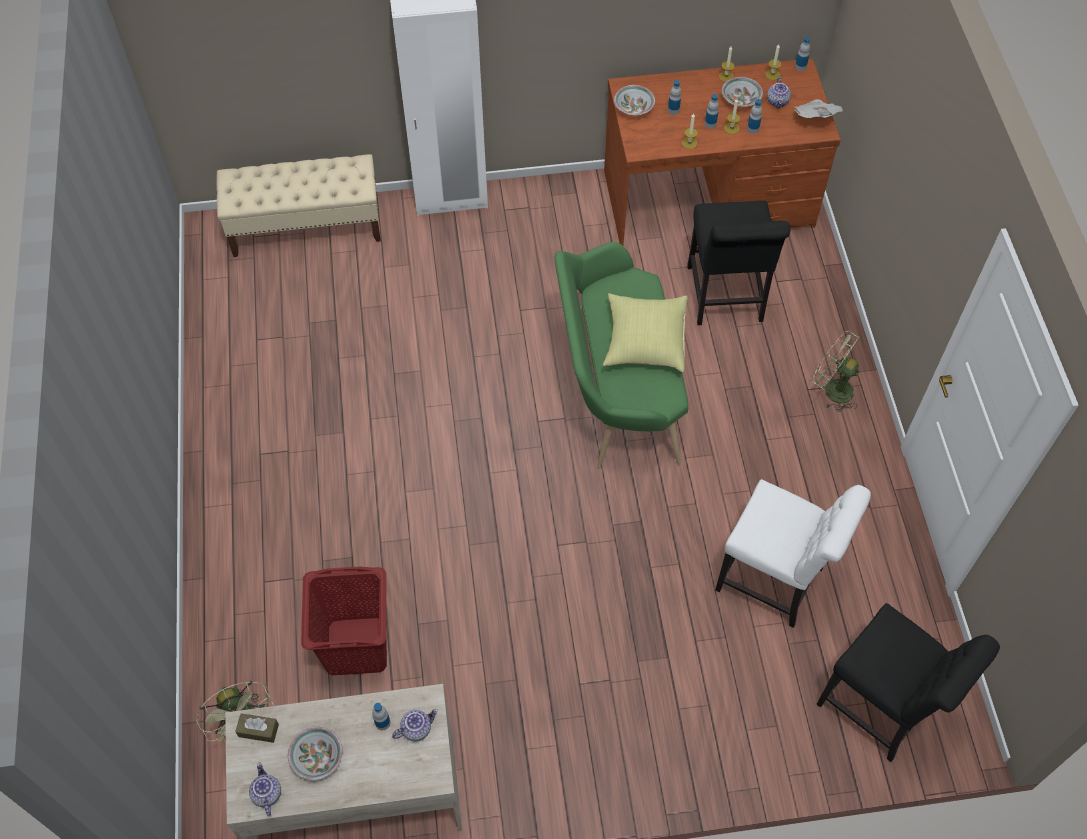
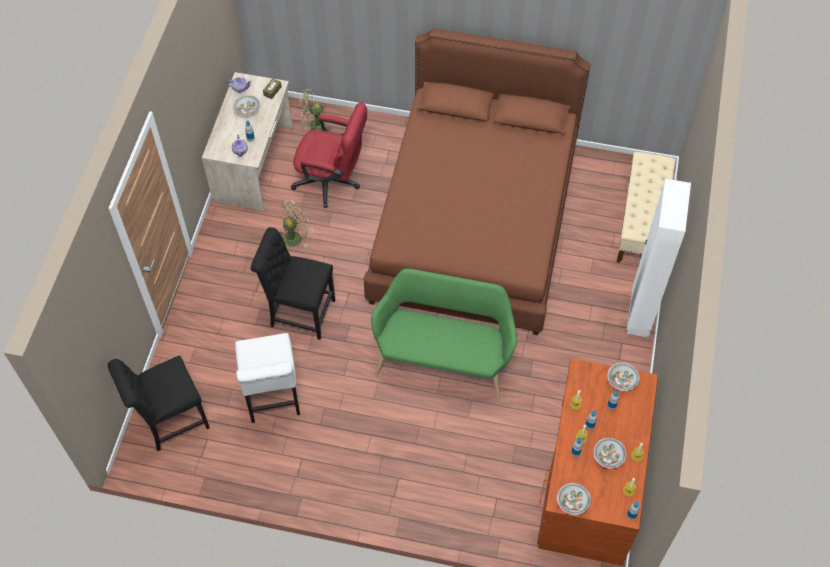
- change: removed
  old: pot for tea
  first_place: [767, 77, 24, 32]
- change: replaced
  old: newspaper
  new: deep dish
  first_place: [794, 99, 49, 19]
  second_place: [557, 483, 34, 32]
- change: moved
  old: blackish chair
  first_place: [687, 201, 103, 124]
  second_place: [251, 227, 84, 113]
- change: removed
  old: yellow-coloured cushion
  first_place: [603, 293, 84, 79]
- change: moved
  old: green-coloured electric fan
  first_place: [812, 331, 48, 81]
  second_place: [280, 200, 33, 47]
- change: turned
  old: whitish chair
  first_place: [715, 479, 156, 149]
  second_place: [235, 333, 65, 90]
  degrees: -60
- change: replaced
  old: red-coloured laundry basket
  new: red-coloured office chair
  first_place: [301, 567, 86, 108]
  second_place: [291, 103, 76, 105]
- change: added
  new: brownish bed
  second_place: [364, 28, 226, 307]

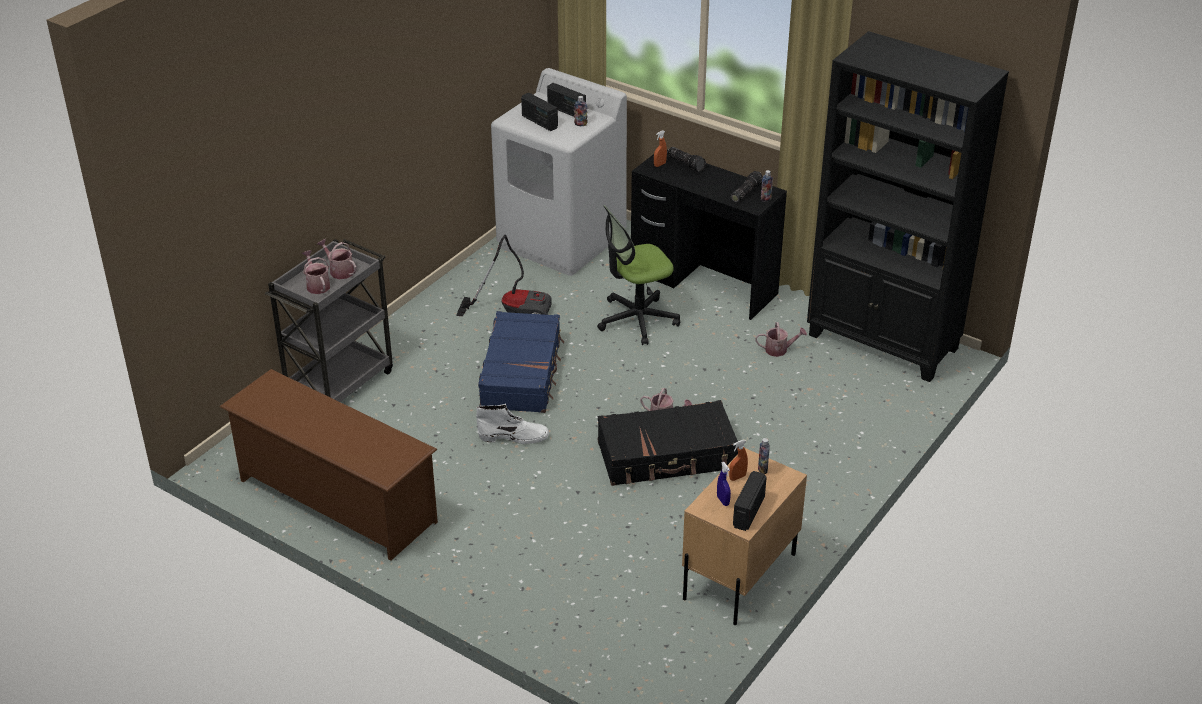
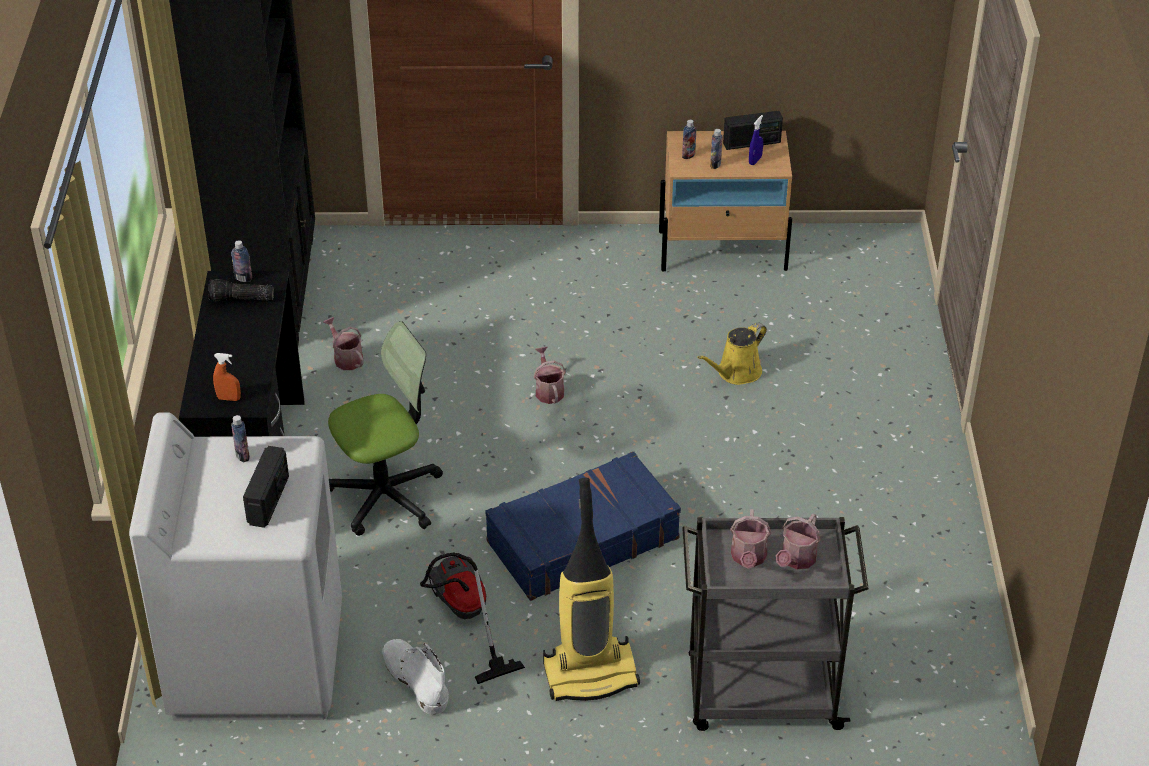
- change: removed
  old: radio set
  first_place: [547, 83, 39, 34]
- change: removed
  old: flashlight
  first_place: [668, 147, 38, 24]
- change: turned
  old: office chair
  first_place: [597, 205, 83, 140]
  second_place: [328, 321, 115, 215]
  degrees: -60
- change: removed
  old: brownish shoe stand
  first_place: [220, 369, 218, 192]
- change: removed
  old: blackish travel case
  first_place: [598, 400, 141, 86]
- change: moved
  old: whitish high-top boot
  first_place: [476, 404, 73, 40]
  second_place: [382, 639, 67, 76]
- change: replaced
  old: orange hand sprayer
  new: beverage bottle
  first_place: [729, 440, 19, 41]
  second_place: [710, 129, 13, 40]
- change: added
  new: yellow-coloured sprinkling can
  second_place: [697, 323, 70, 62]
- change: added
  new: vacuum
  second_place: [543, 478, 97, 223]

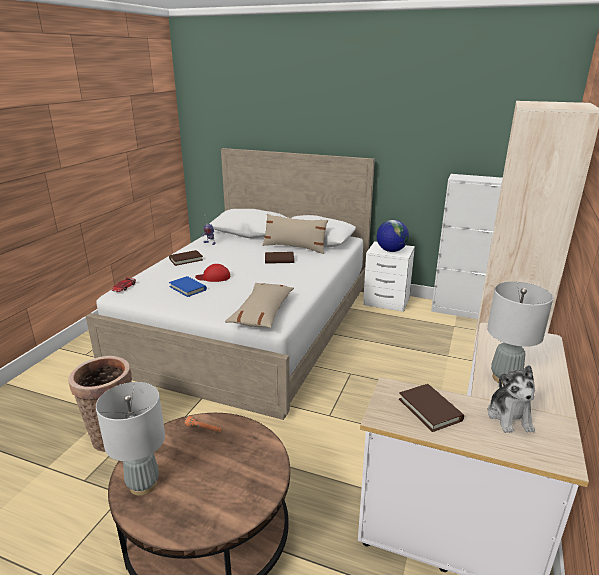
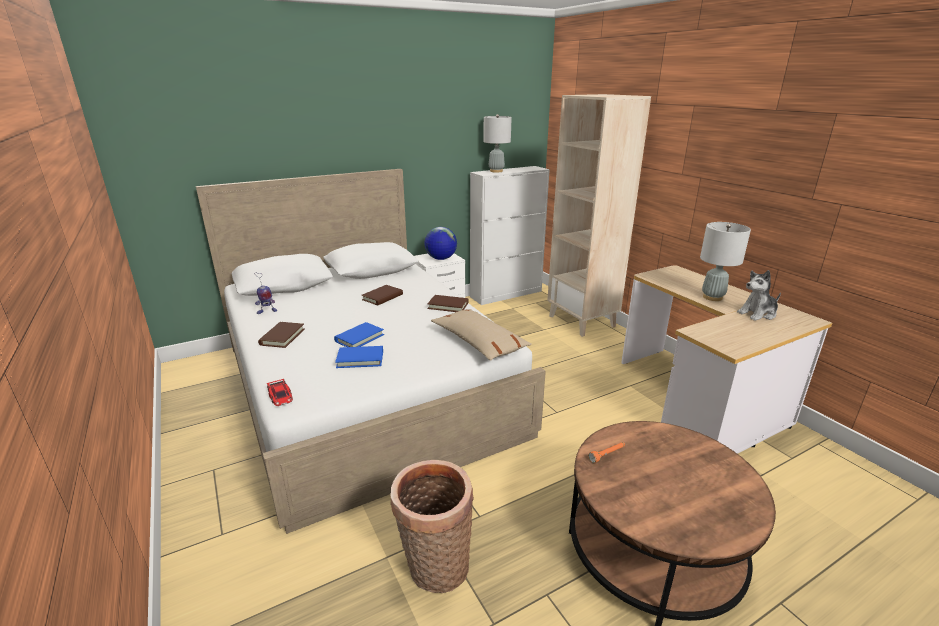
- change: removed
  old: sand-coloured cushion
  first_place: [262, 213, 66, 41]
- change: replaced
  old: red-coloured baseball cap
  new: blue volume
  first_place: [195, 264, 35, 18]
  second_place: [334, 322, 50, 25]
- change: turned
  old: plush toy
  first_place: [488, 365, 47, 68]
  second_place: [737, 270, 44, 51]
  degrees: 120
- change: moved
  old: grey table lamp
  first_place: [96, 382, 69, 114]
  second_place: [483, 114, 29, 59]
- change: moved
  old: brownish volume
  first_place: [399, 384, 65, 48]
  second_place: [428, 295, 40, 17]

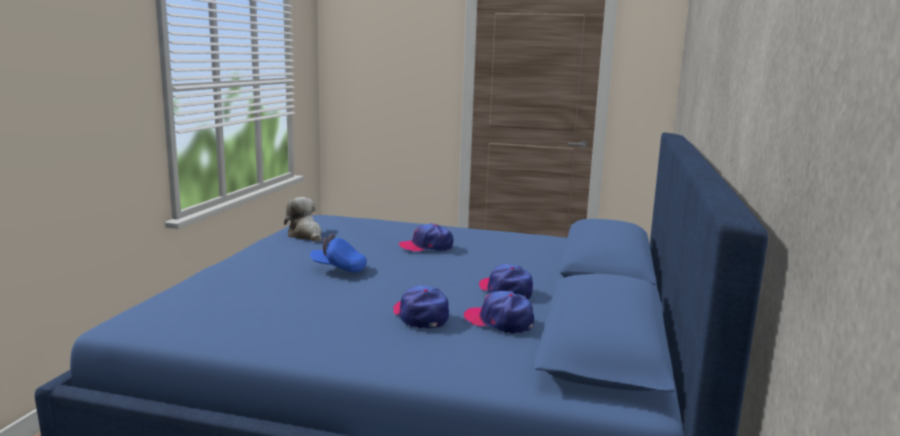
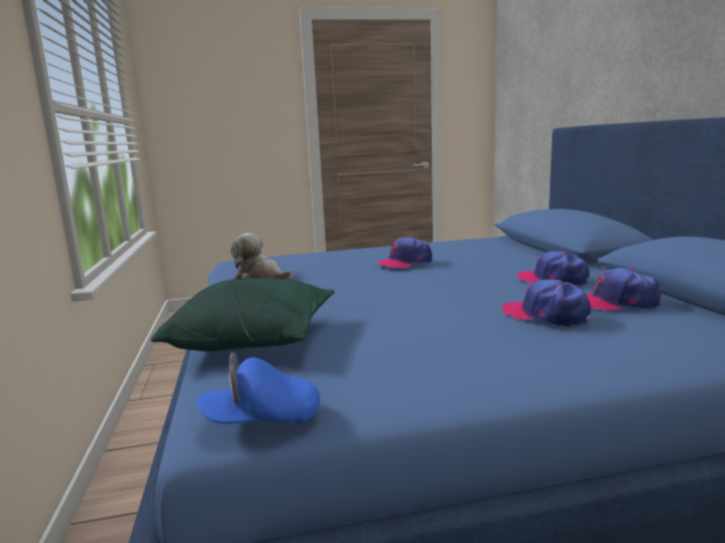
- change: moved
  old: blue baseball cap
  first_place: [310, 234, 57, 39]
  second_place: [196, 352, 124, 72]
- change: added
  new: green-coloured cushion
  second_place: [151, 278, 184, 73]

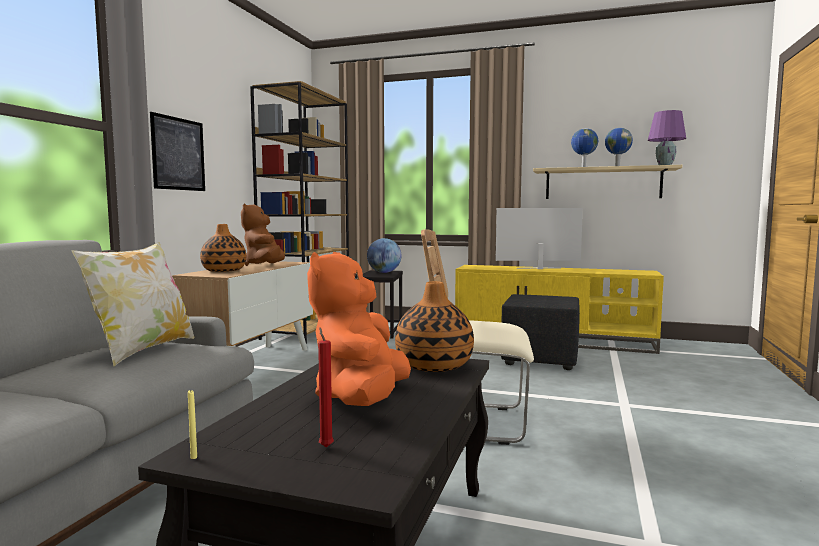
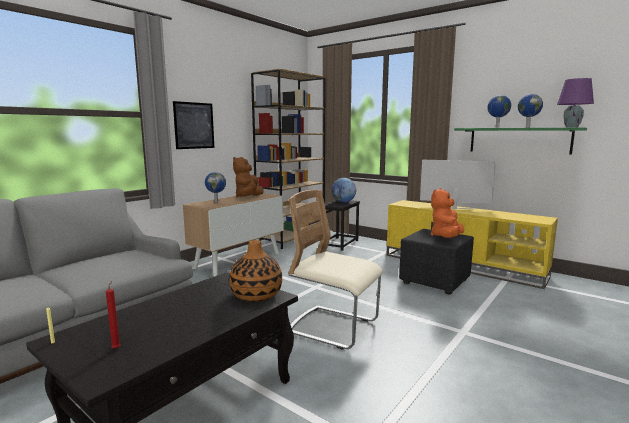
- change: recoloured
  old: sand-coloured wall shelf
  new: green-coloured wall shelf
  first_place: [533, 165, 149, 34]
  second_place: [454, 128, 133, 27]
- change: replaced
  old: vase
  new: desk globe
  first_place: [200, 224, 46, 48]
  second_place: [205, 172, 21, 31]
- change: removed
  old: cushion
  first_place: [71, 242, 123, 124]
- change: moved
  old: orange plush toy
  first_place: [307, 252, 104, 154]
  second_place: [431, 188, 33, 50]

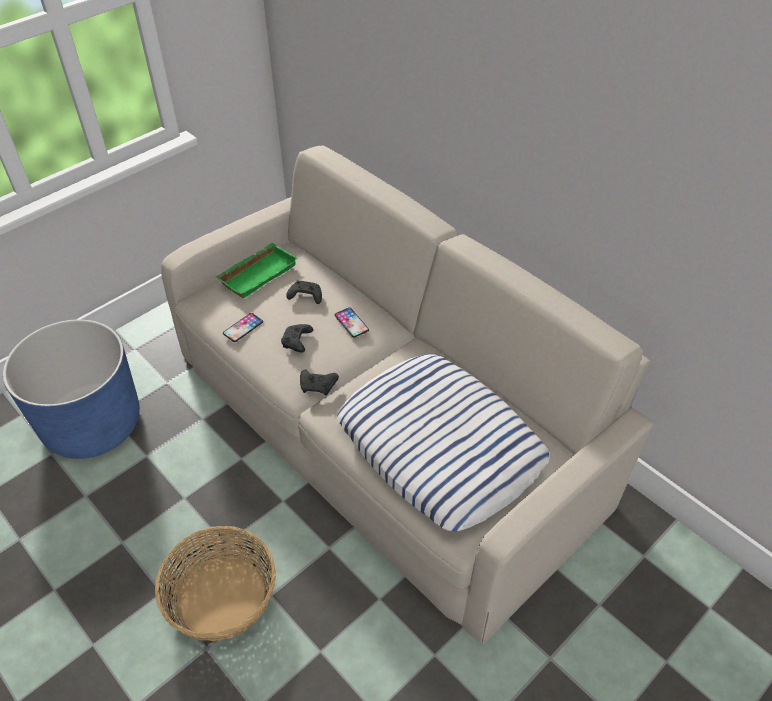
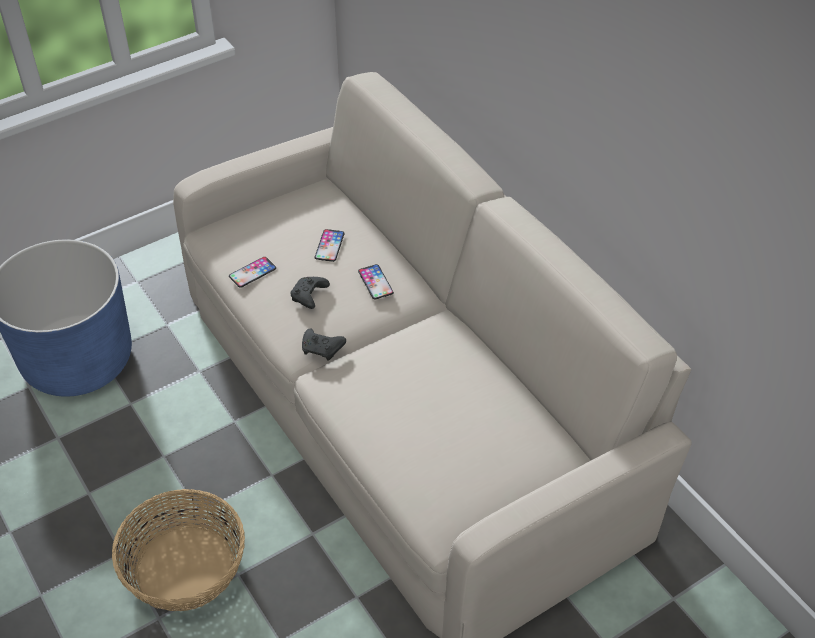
- change: removed
  old: green-coloured tray
  first_place: [216, 243, 82, 56]
- change: replaced
  old: blackish joypad
  new: handset
  first_place: [286, 280, 36, 24]
  second_place: [314, 229, 31, 33]
- change: removed
  old: cushion
  first_place: [337, 354, 212, 177]

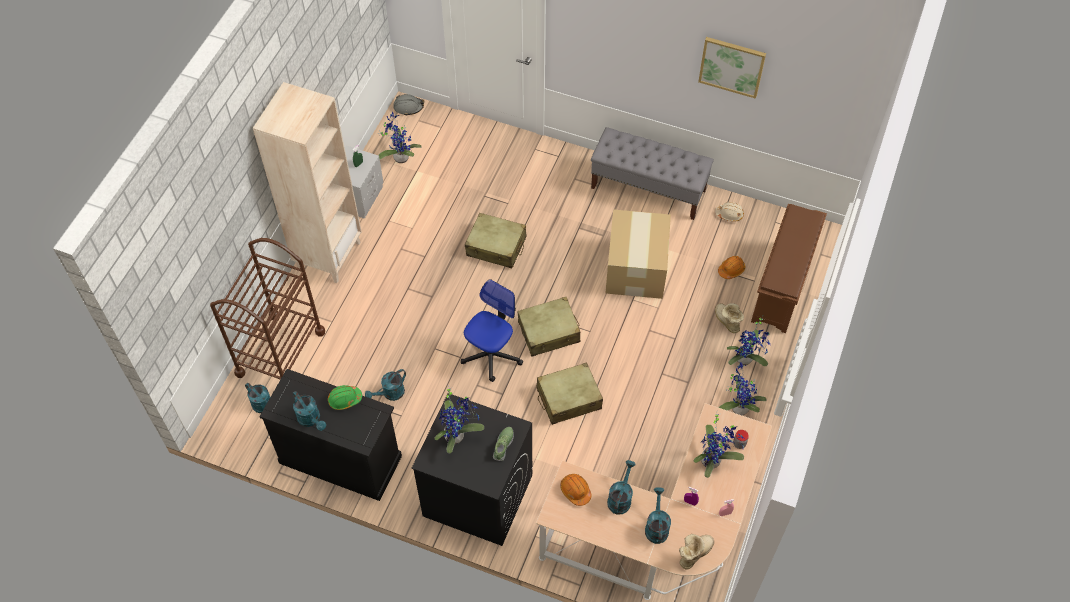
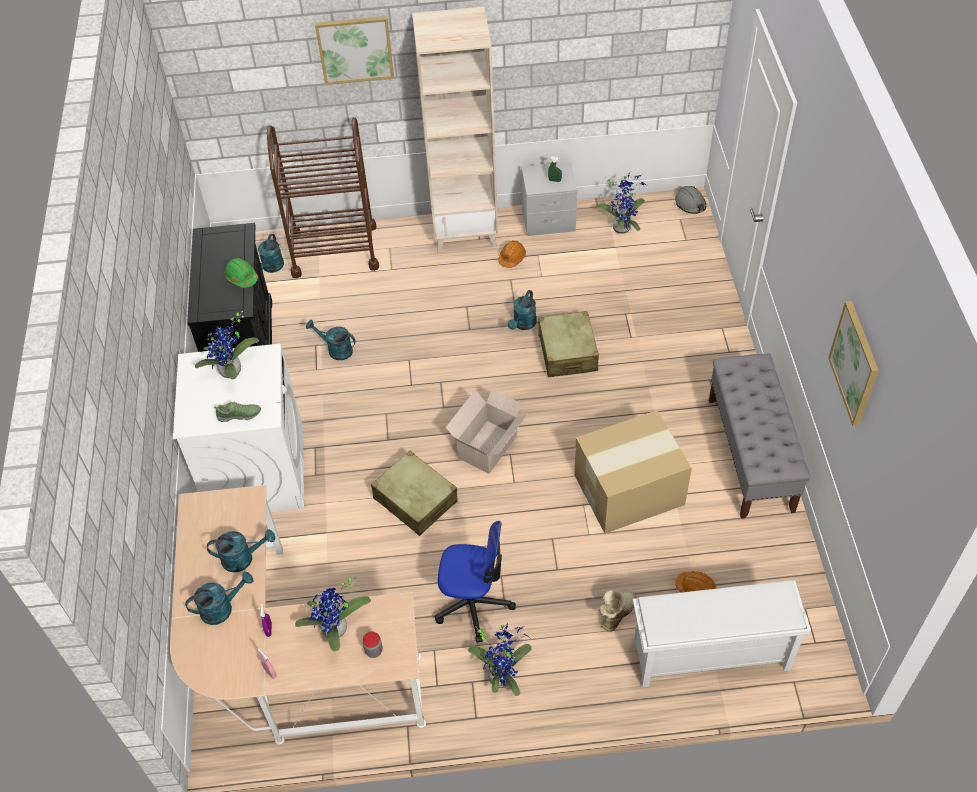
- change: removed
  old: sand-coloured hard hat
  first_place: [715, 202, 29, 20]
- change: recoloured
  old: brownish shoe stand
  new: whitish shoe stand
  first_place: [751, 204, 76, 129]
  second_place: [633, 580, 178, 108]
- change: moved
  old: office chair
  first_place: [461, 279, 62, 103]
  second_place: [435, 521, 81, 122]
- change: replaced
  old: sand-coloured travel case
  new: packing box
  first_place: [518, 297, 62, 59]
  second_place: [445, 389, 82, 85]
- change: removed
  old: potted plant
  first_place: [727, 316, 43, 50]
- change: moved
  old: turquoise-coloured sprinkling can
  first_place: [293, 391, 33, 40]
  second_place: [507, 290, 30, 40]
- change: recoloured
  old: blackish laundry appliance
  new: whitish laundry appliance
  first_place: [412, 393, 120, 153]
  second_place: [173, 344, 131, 168]
- change: moved
  old: orange hard hat
  first_place: [560, 474, 31, 32]
  second_place: [498, 240, 28, 28]
- change: removed
  old: high-top boot
  first_place: [679, 534, 35, 36]
- change: added
  new: wall art
  second_place: [315, 16, 79, 69]

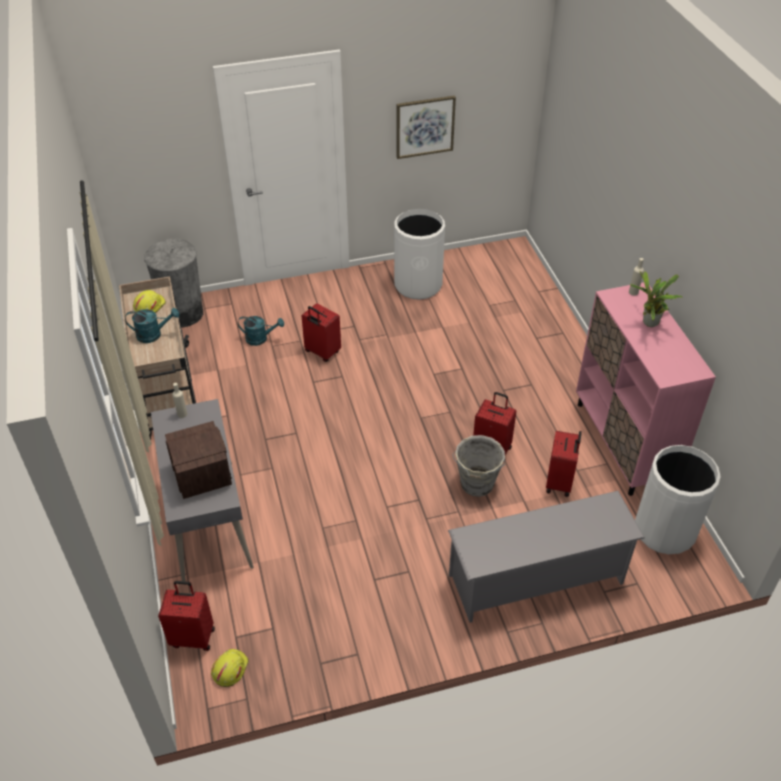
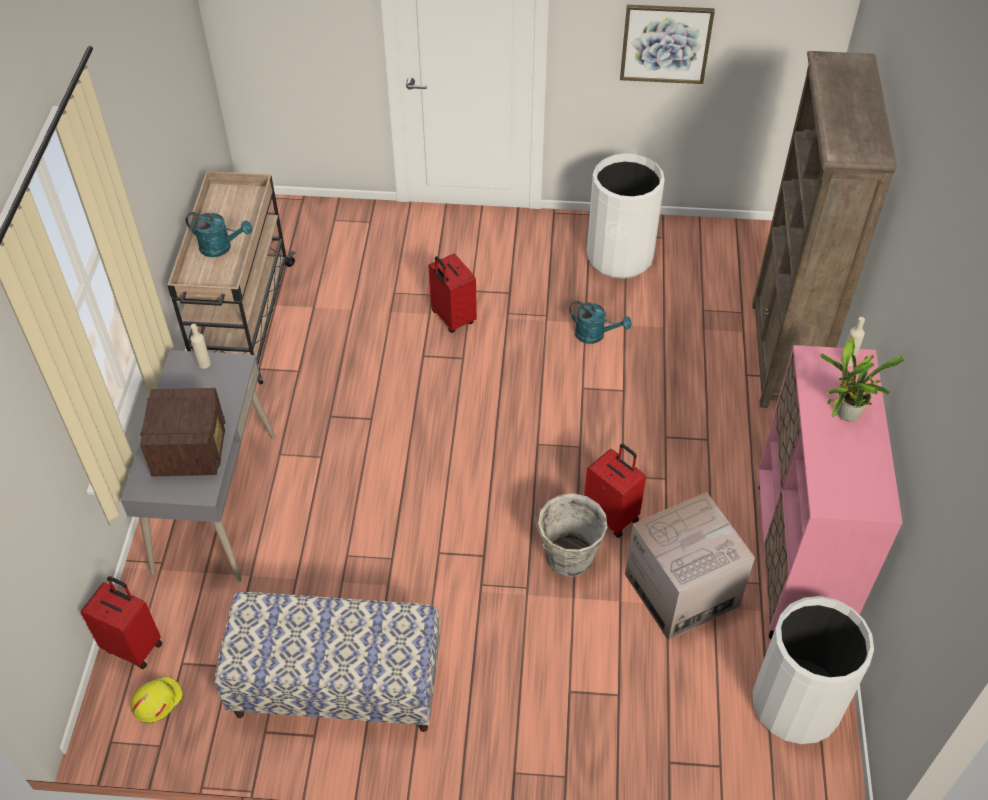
- change: removed
  old: grey trash can
  first_place: [144, 239, 59, 89]
- change: removed
  old: yellow-coloured hard hat
  first_place: [133, 290, 33, 23]
- change: moved
  old: turquoise-coloured sprinkling can
  first_place: [238, 316, 46, 30]
  second_place: [569, 301, 63, 43]
- change: replaced
  old: red-coloured travel case
  new: packing box
  first_place: [546, 431, 36, 66]
  second_place: [625, 492, 130, 148]
- change: removed
  old: grey shoe stand
  first_place: [448, 491, 197, 132]
- change: added
  new: brownish bookcase
  second_place: [752, 51, 145, 357]
- change: added
  new: indoor bench
  second_place: [214, 592, 226, 140]

